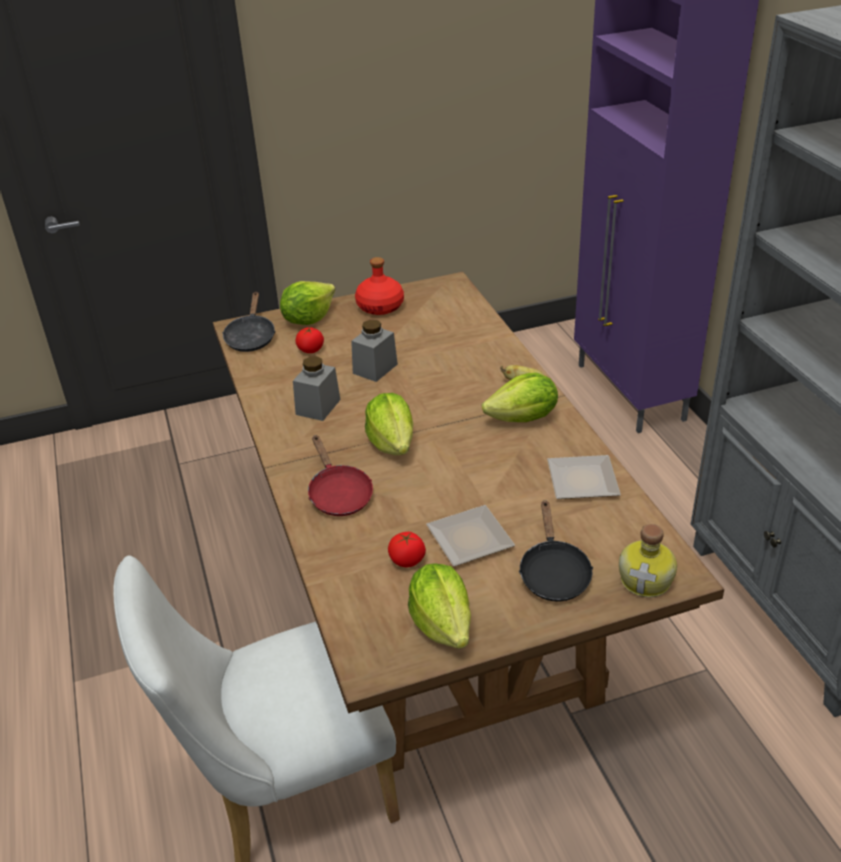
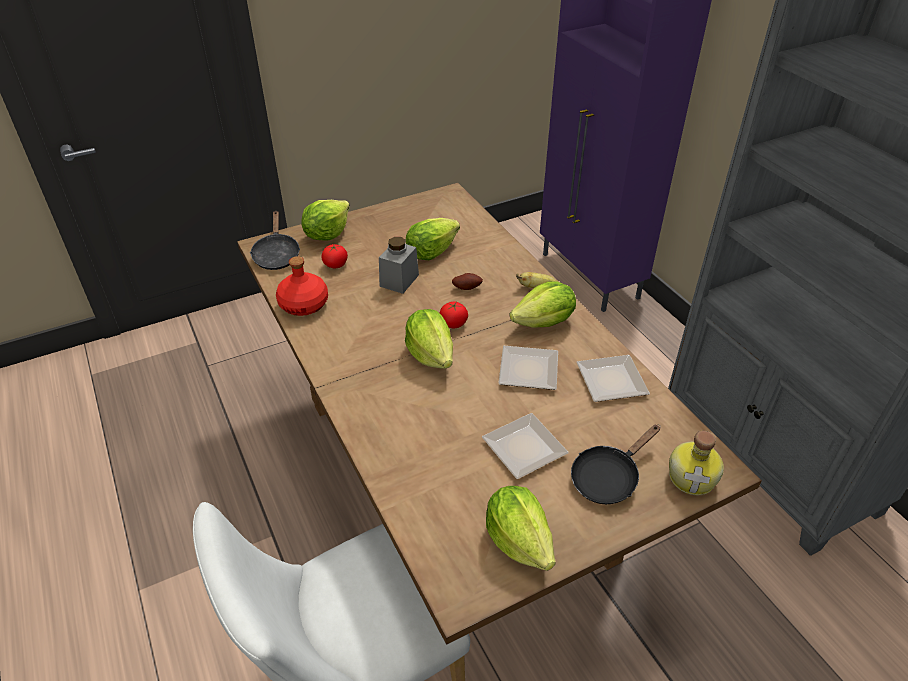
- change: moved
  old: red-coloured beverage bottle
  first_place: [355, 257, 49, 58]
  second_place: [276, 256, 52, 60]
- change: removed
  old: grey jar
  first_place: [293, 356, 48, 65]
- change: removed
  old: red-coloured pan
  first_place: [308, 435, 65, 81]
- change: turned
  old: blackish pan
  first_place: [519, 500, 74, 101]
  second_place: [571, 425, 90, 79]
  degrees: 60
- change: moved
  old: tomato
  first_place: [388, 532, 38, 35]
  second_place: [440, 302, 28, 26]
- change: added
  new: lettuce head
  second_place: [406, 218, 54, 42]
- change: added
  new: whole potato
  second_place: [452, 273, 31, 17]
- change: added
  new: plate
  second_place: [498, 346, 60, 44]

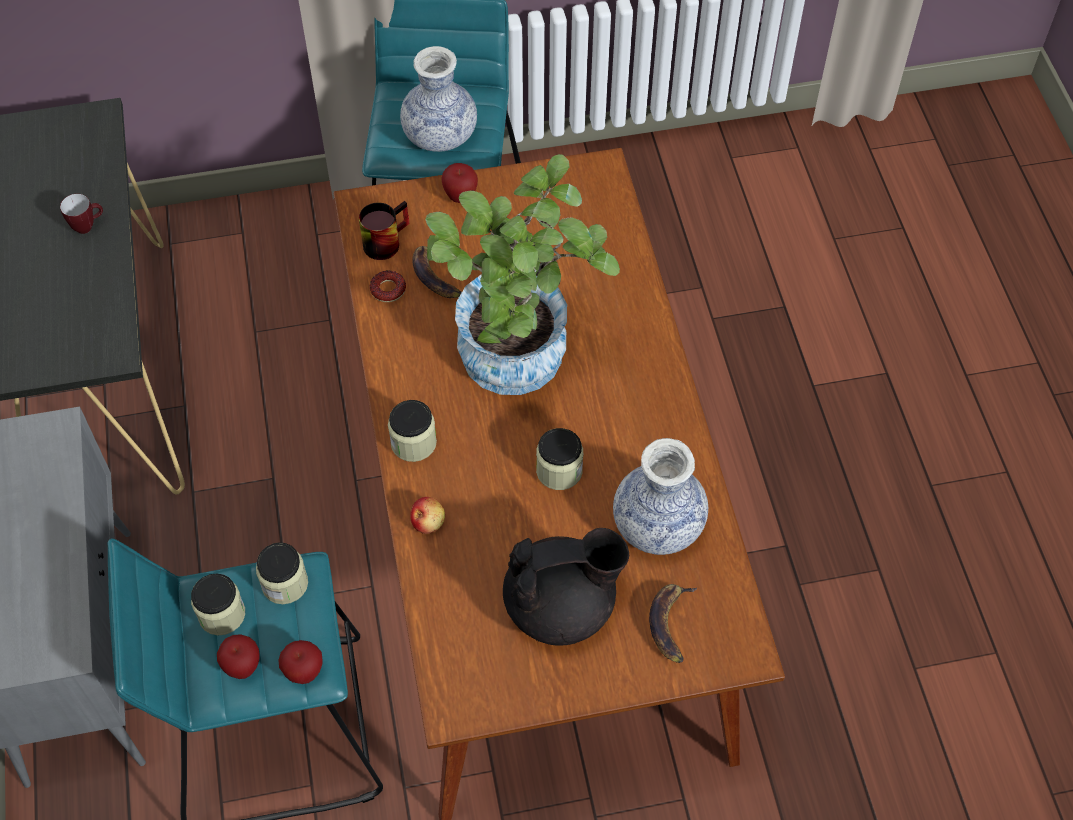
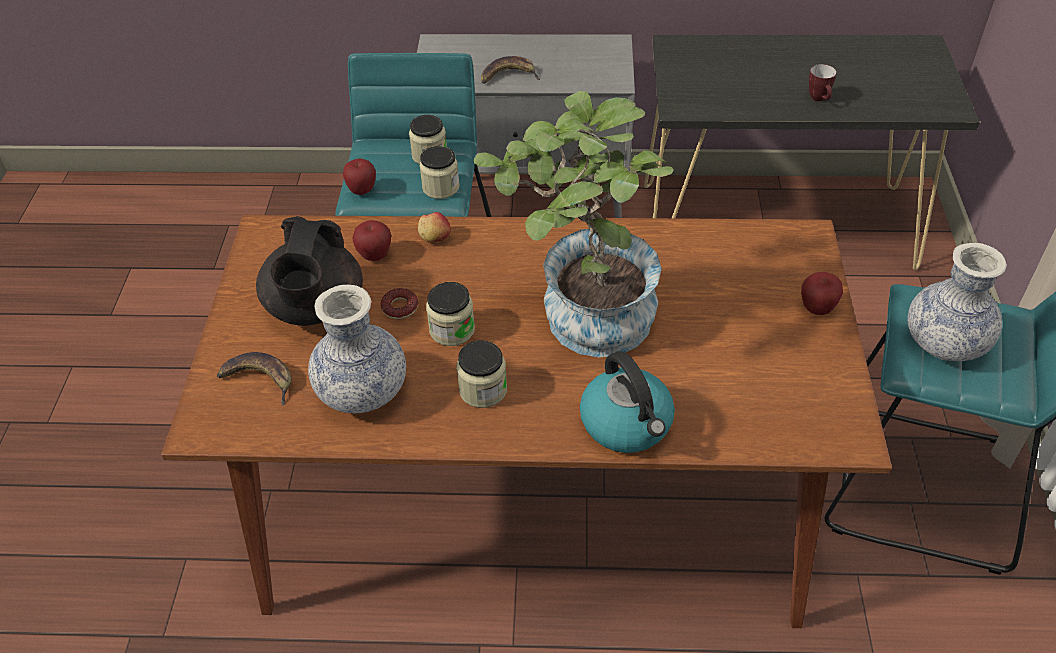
- change: removed
  old: coffee mug
  first_place: [359, 201, 51, 59]
- change: moved
  old: banana
  first_place: [412, 246, 49, 52]
  second_place: [481, 56, 59, 28]
- change: moved
  old: doughnut
  first_place: [370, 270, 36, 32]
  second_place: [380, 288, 38, 31]
- change: moved
  old: jar
  first_place: [388, 400, 49, 62]
  second_place: [456, 340, 51, 68]
- change: moved
  old: apple fruit
  first_place: [217, 634, 42, 45]
  second_place: [352, 220, 39, 41]
- change: added
  new: tea kettle
  second_place: [580, 351, 95, 102]

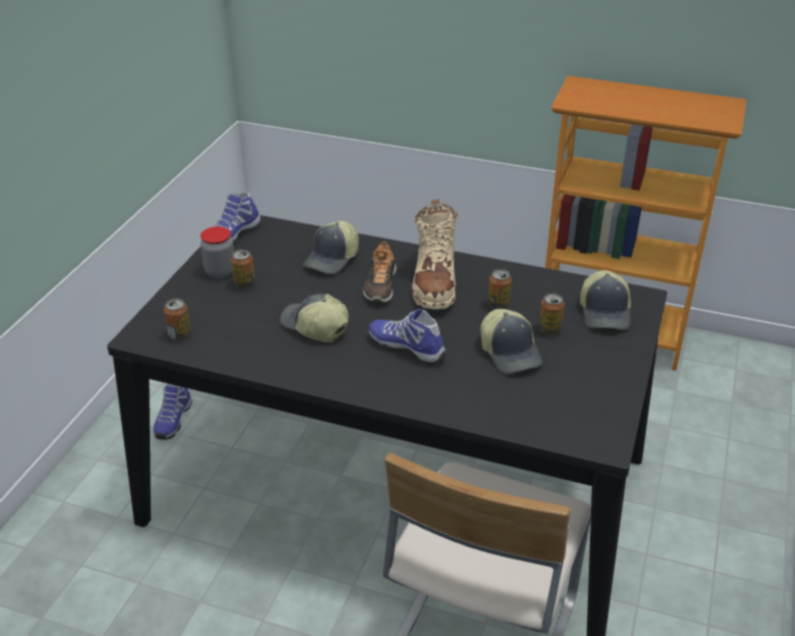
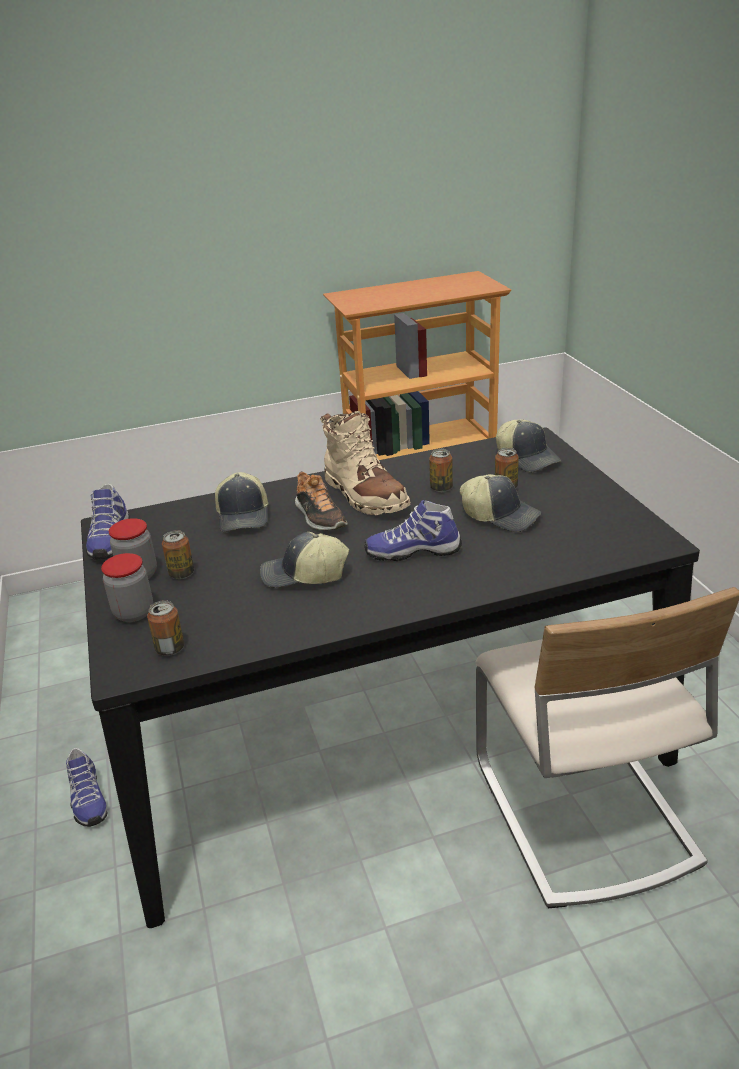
- change: added
  new: jar
  second_place: [101, 553, 52, 69]

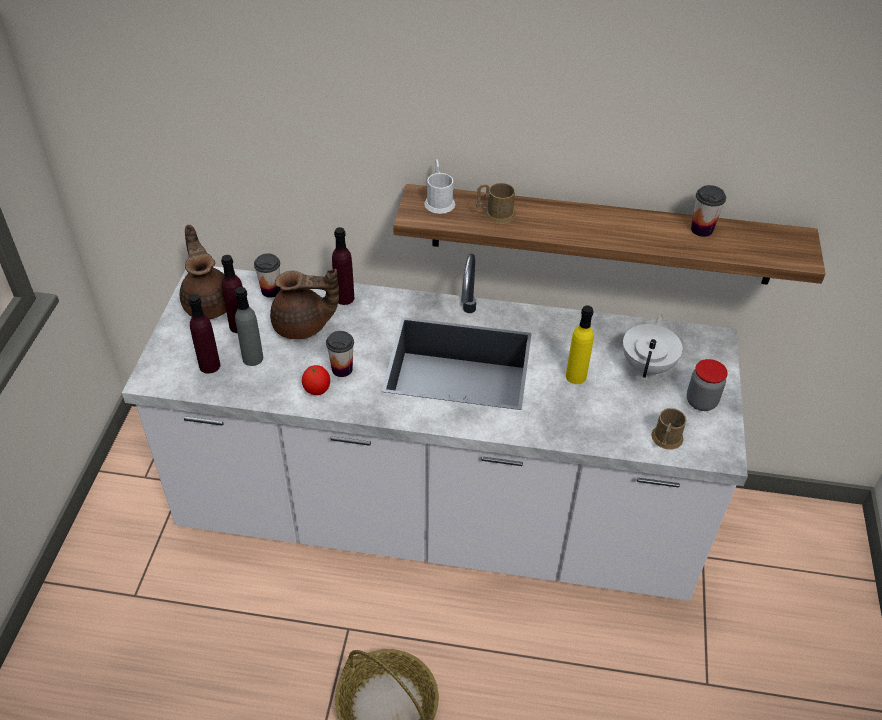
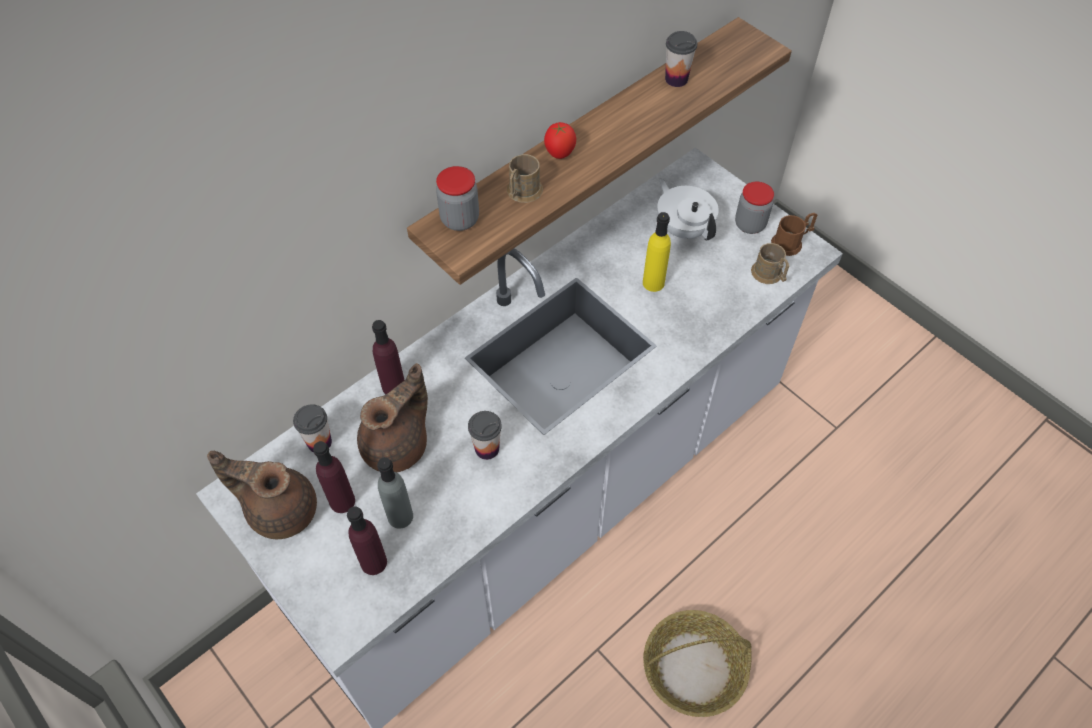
- change: replaced
  old: whitish coffee mug
  new: jar
  first_place: [424, 159, 32, 55]
  second_place: [436, 166, 43, 65]
- change: moved
  old: tomato
  first_place: [302, 365, 28, 30]
  second_place: [544, 122, 32, 37]
- change: added
  new: brownish coffee mug
  second_place: [771, 213, 46, 43]

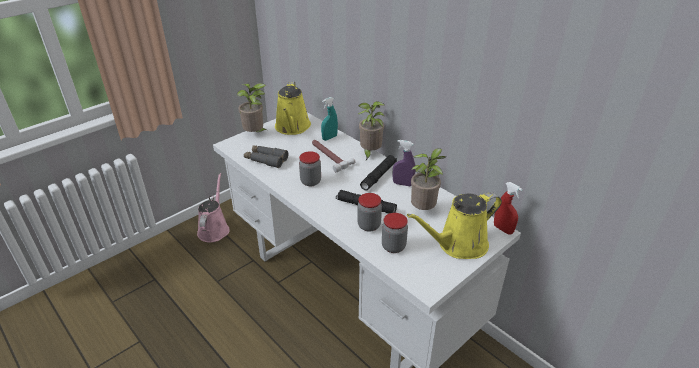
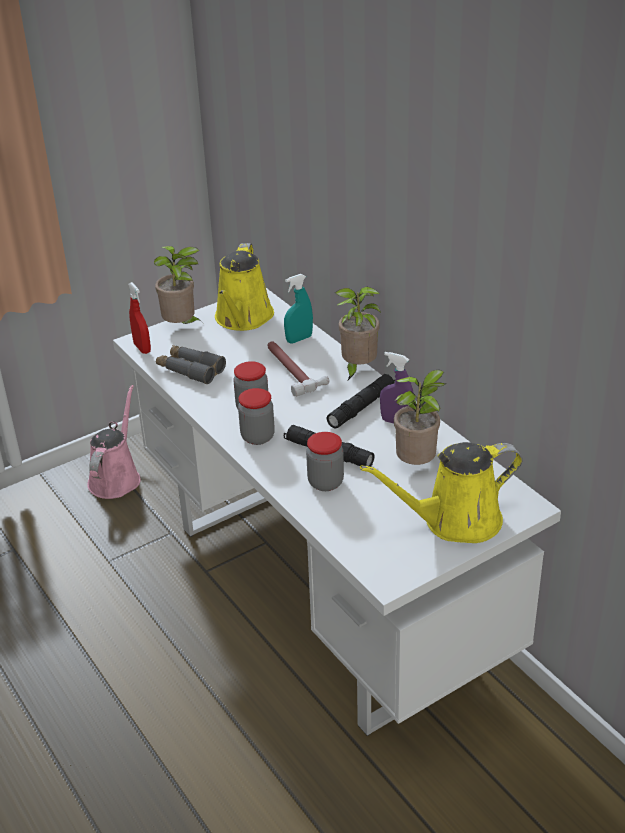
- change: moved
  old: red-coloured hand sprayer
  first_place: [494, 182, 29, 53]
  second_place: [128, 282, 23, 72]
- change: moved
  old: jar
  first_place: [382, 213, 26, 40]
  second_place: [238, 388, 37, 57]

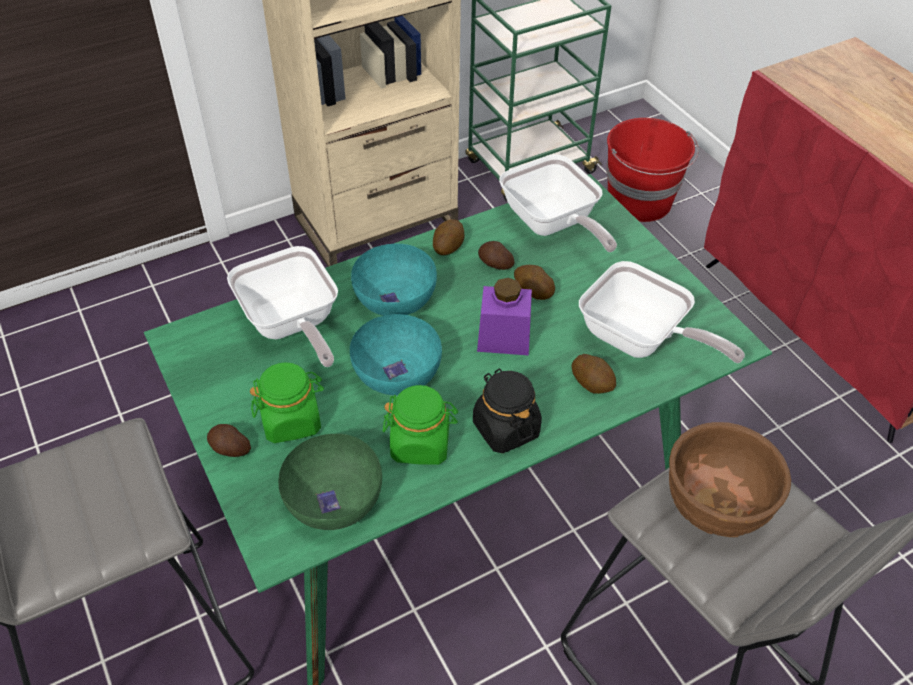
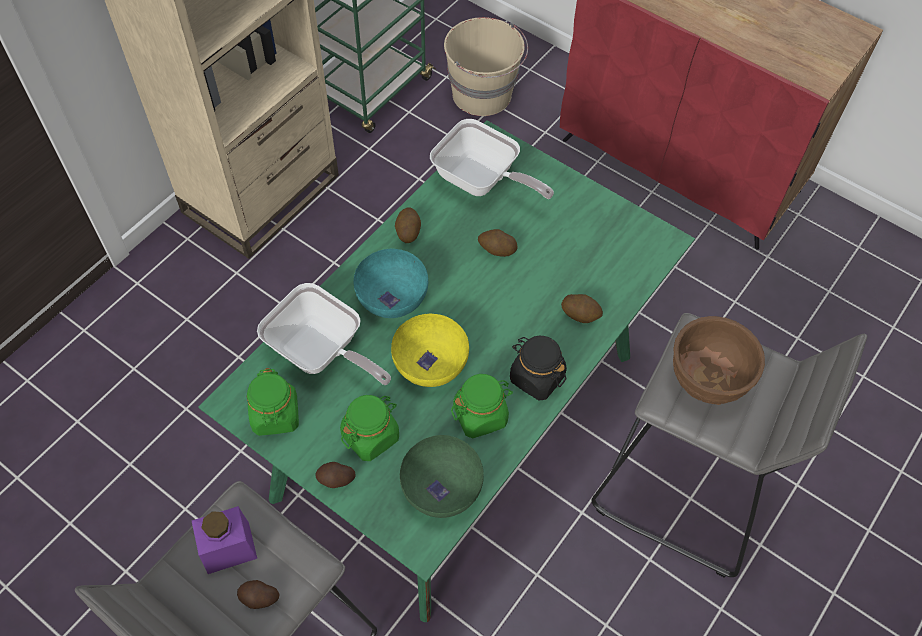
- change: recoloured
  old: red-coloured bucket
  new: sand-coloured bucket
  first_place: [607, 118, 91, 104]
  second_place: [444, 17, 84, 99]
- change: moved
  old: whole potato
  first_place: [478, 241, 37, 29]
  second_place: [237, 580, 42, 29]
- change: removed
  old: pan
  first_place: [579, 261, 166, 102]
- change: moved
  old: purple-coloured jar
  first_place: [477, 278, 55, 78]
  second_place: [192, 506, 65, 68]
- change: recoloured
  old: turquoise-coloured deep dish
  new: yellow-coloured deep dish
  first_place: [350, 314, 92, 81]
  second_place: [391, 314, 78, 73]
- change: added
  new: green-coloured jar
  second_place: [247, 368, 52, 68]

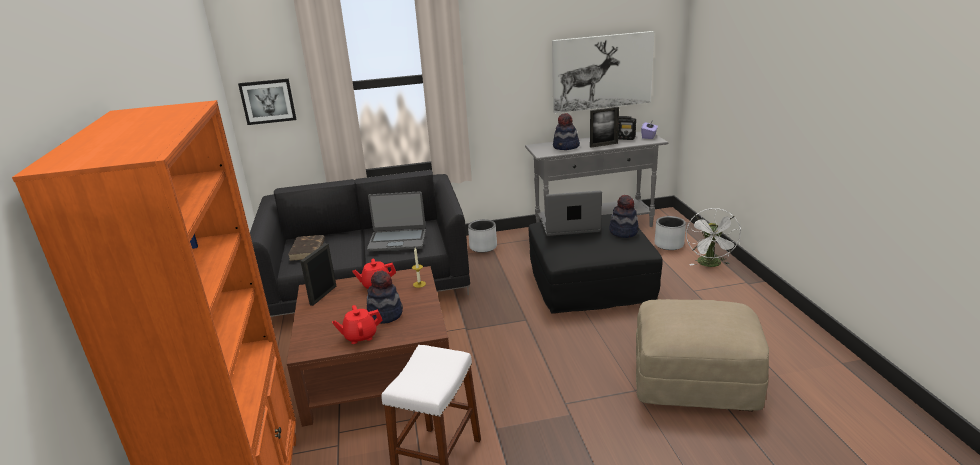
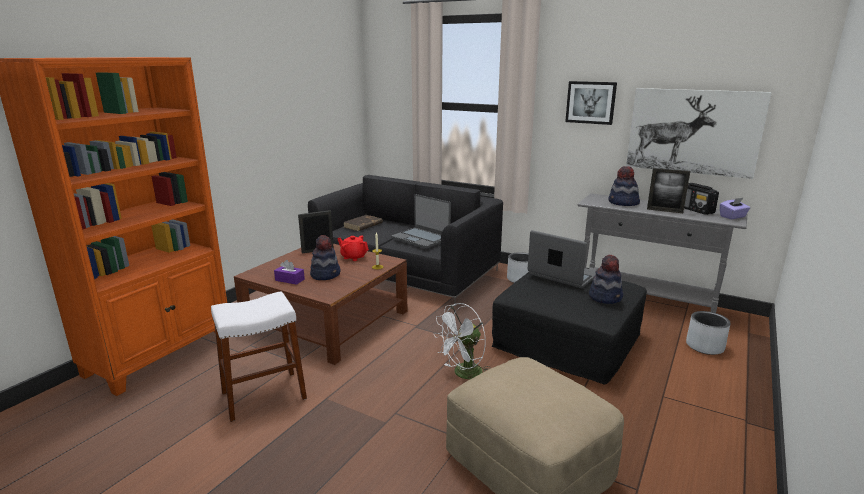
- change: moved
  old: wall art
  first_place: [238, 79, 58, 46]
  second_place: [565, 81, 52, 44]
- change: moved
  old: whitish electric fan
  first_place: [686, 208, 55, 59]
  second_place: [434, 303, 57, 76]
- change: replaced
  old: red-coloured pot for tea
  new: purple-coloured tissue box
  first_place: [332, 305, 50, 39]
  second_place: [274, 260, 31, 25]

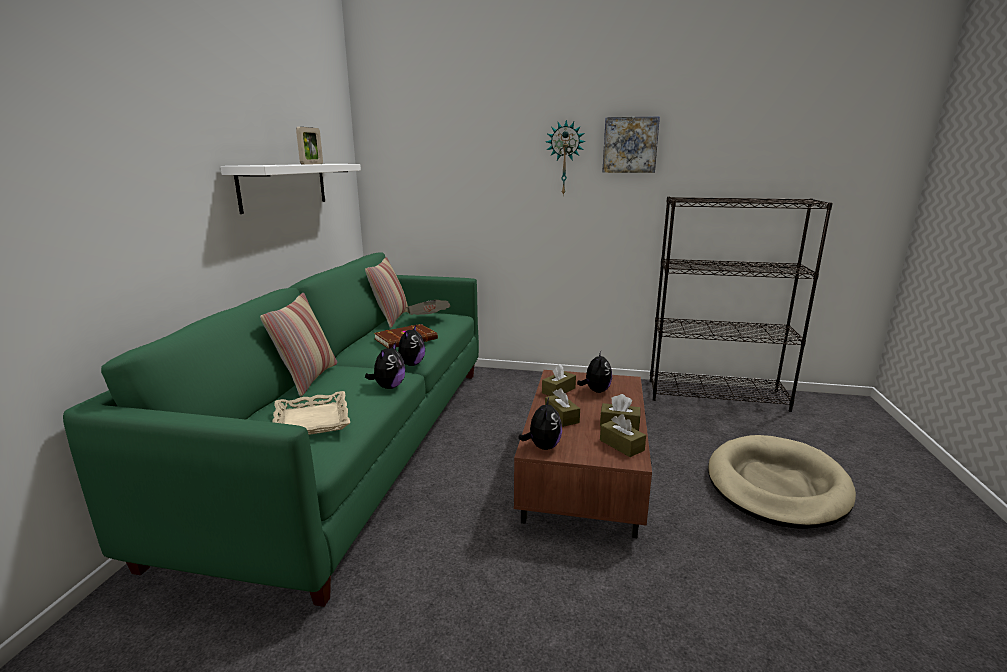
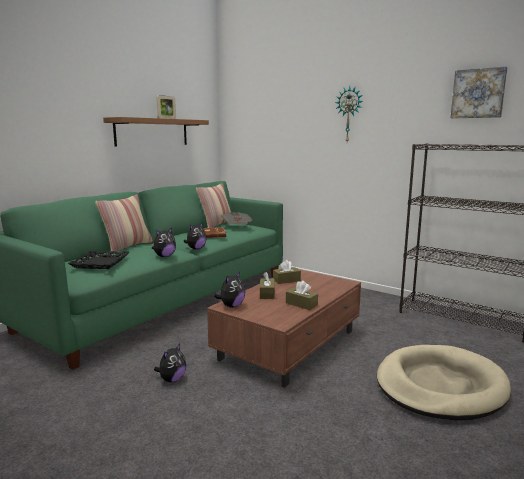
- change: moved
  old: wall art
  first_place: [602, 116, 58, 57]
  second_place: [450, 66, 58, 52]
- change: recoloured
  old: whitish wall shelf
  new: brownish wall shelf
  first_place: [220, 164, 141, 50]
  second_place: [103, 117, 106, 29]
- change: moved
  old: plush toy
  first_place: [577, 351, 35, 42]
  second_place: [154, 344, 32, 38]
- change: recoloured
  old: sand-coloured tray
  new: blackish tray
  first_place: [273, 391, 77, 44]
  second_place: [68, 250, 61, 19]
- change: removed
  old: brownish tissue box
  first_place: [600, 414, 46, 43]

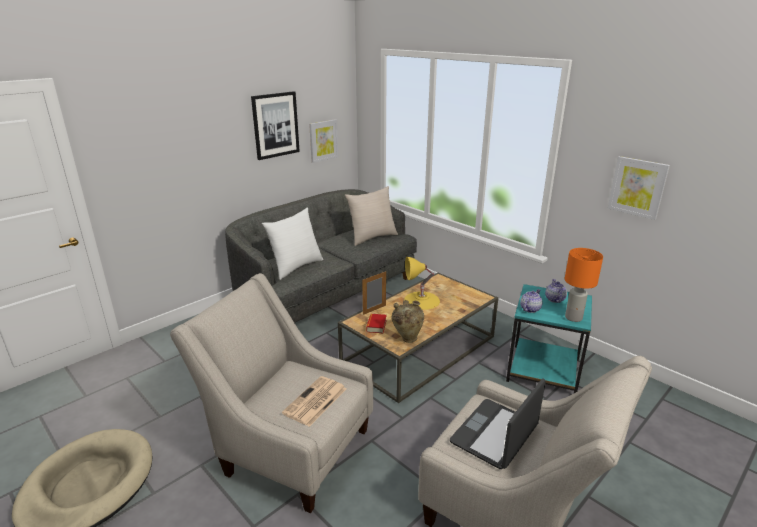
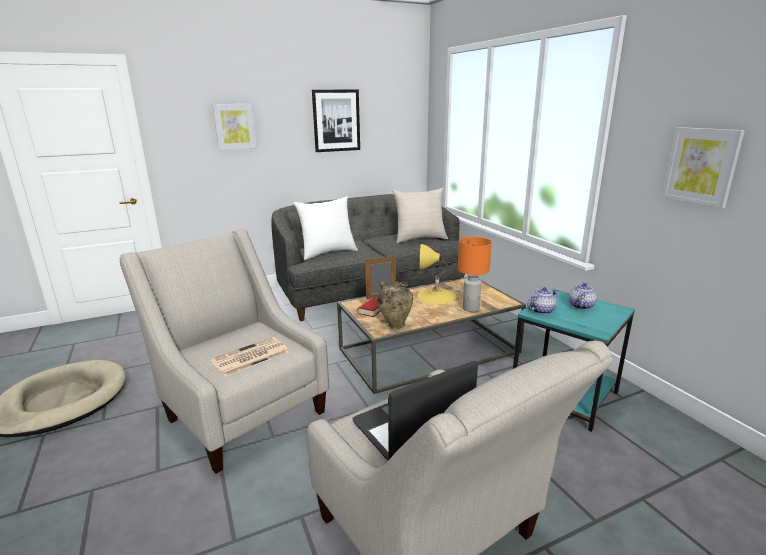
- change: moved
  old: wall art
  first_place: [309, 119, 29, 44]
  second_place: [212, 104, 45, 46]
- change: moved
  old: orange table lamp
  first_place: [565, 248, 38, 74]
  second_place: [458, 237, 34, 75]

